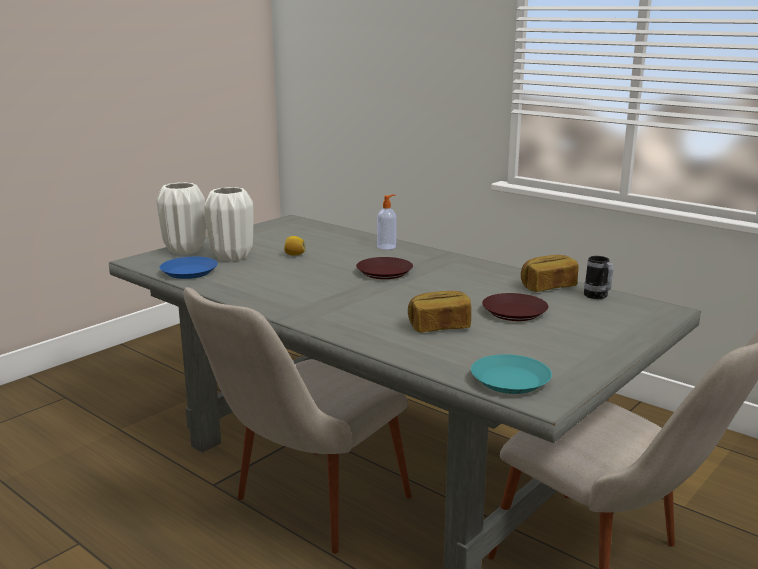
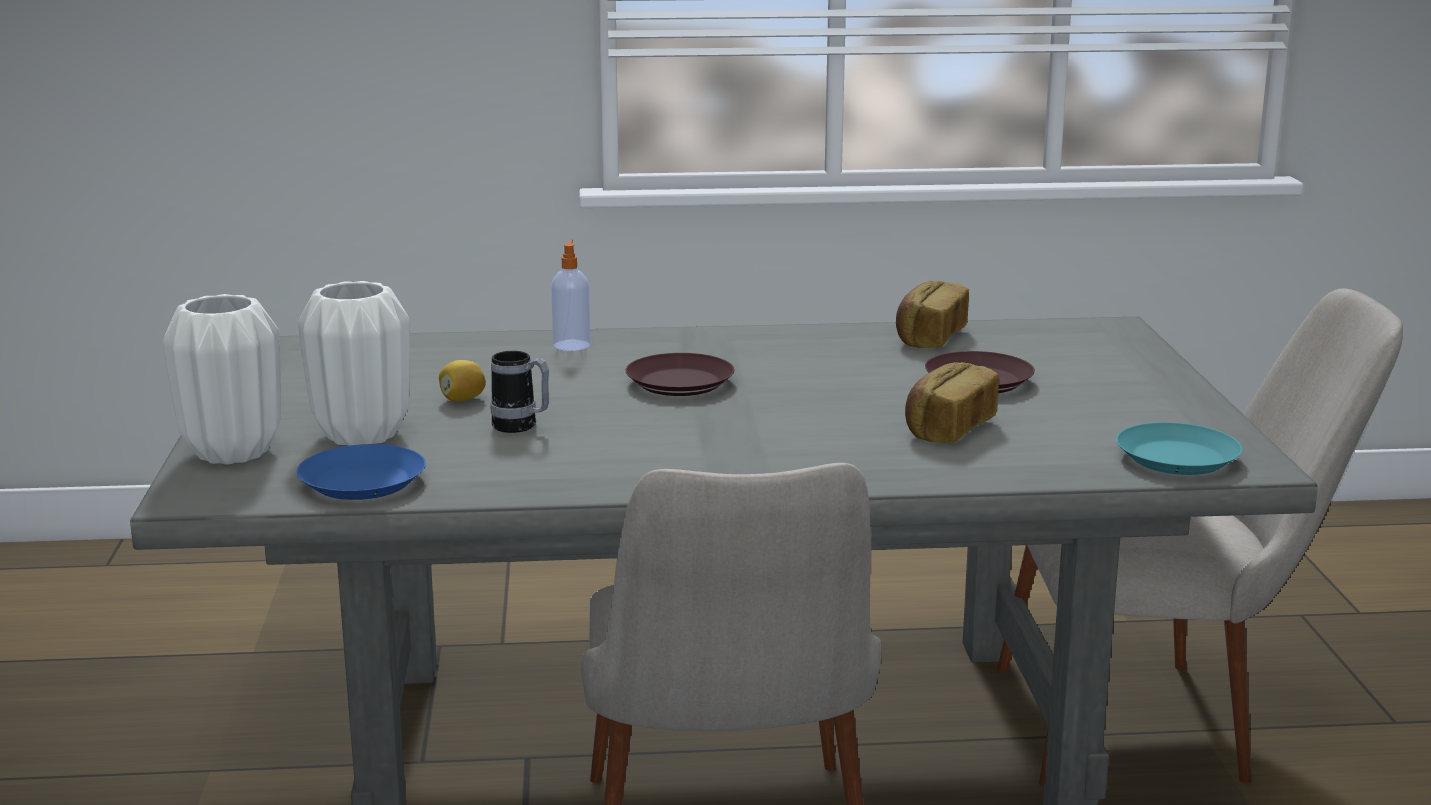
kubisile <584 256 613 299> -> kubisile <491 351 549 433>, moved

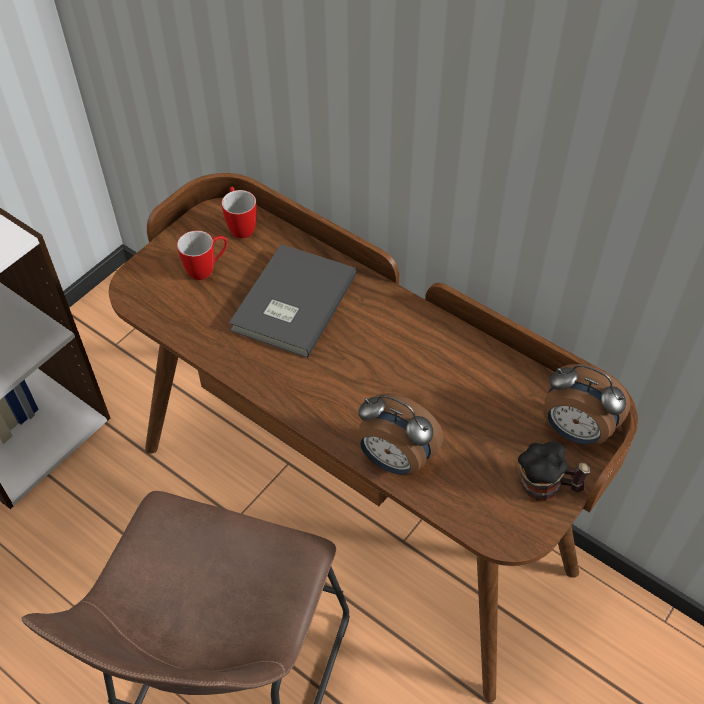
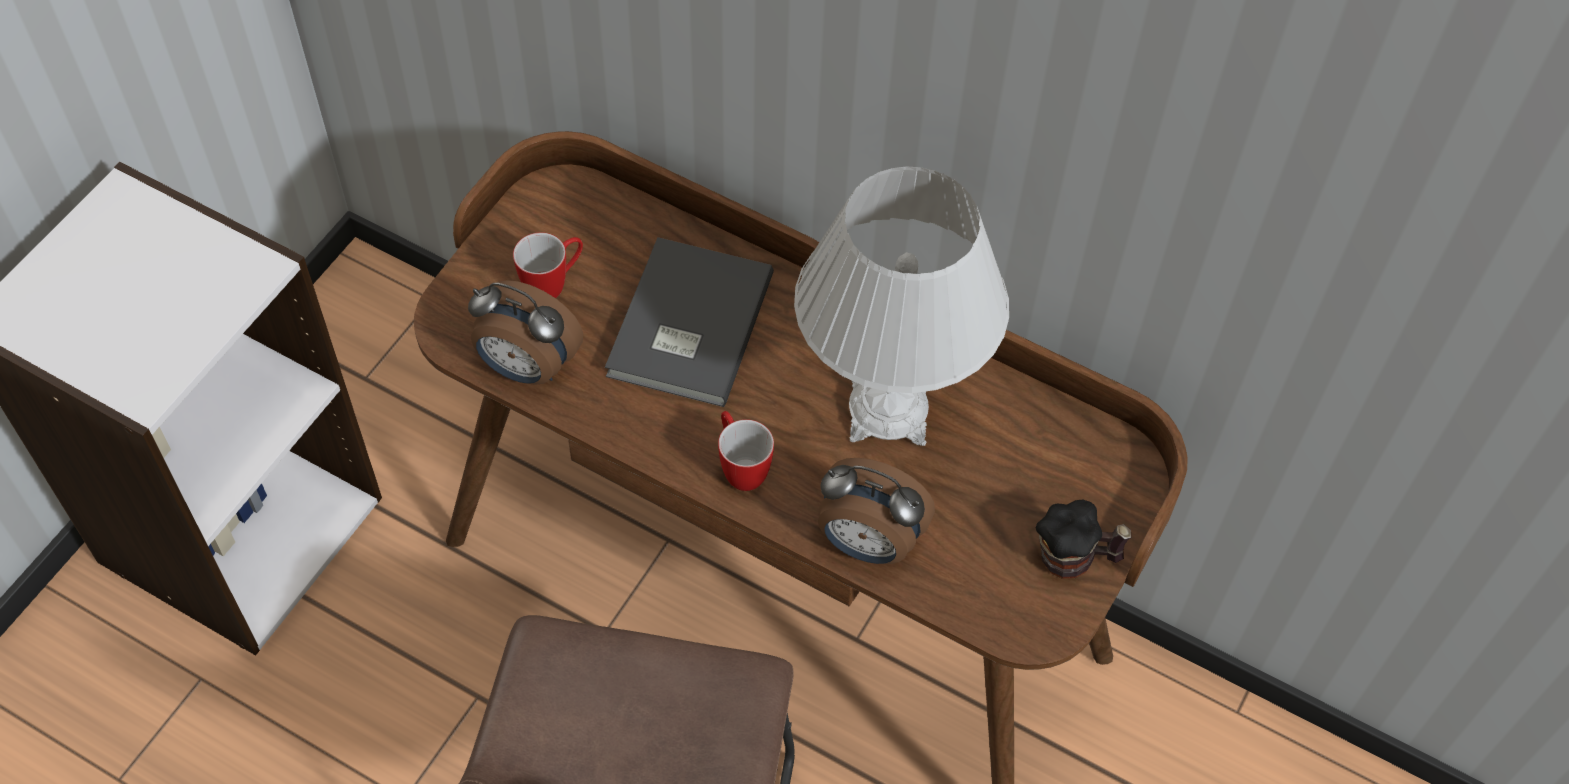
none -> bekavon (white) <794 166 1009 446>
kubisile <221 187 257 238> -> kubisile <718 411 774 491>, moved
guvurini <543 364 631 445> -> guvurini <468 280 583 385>, moved

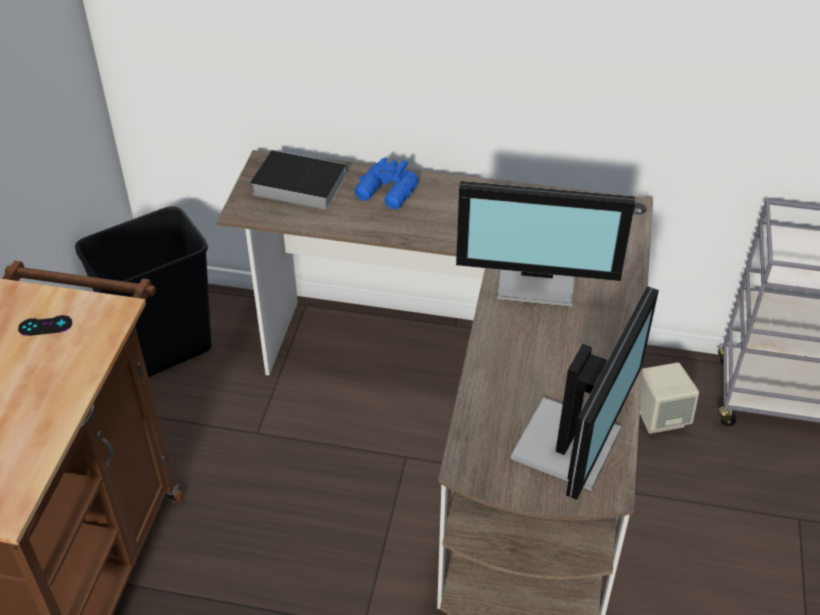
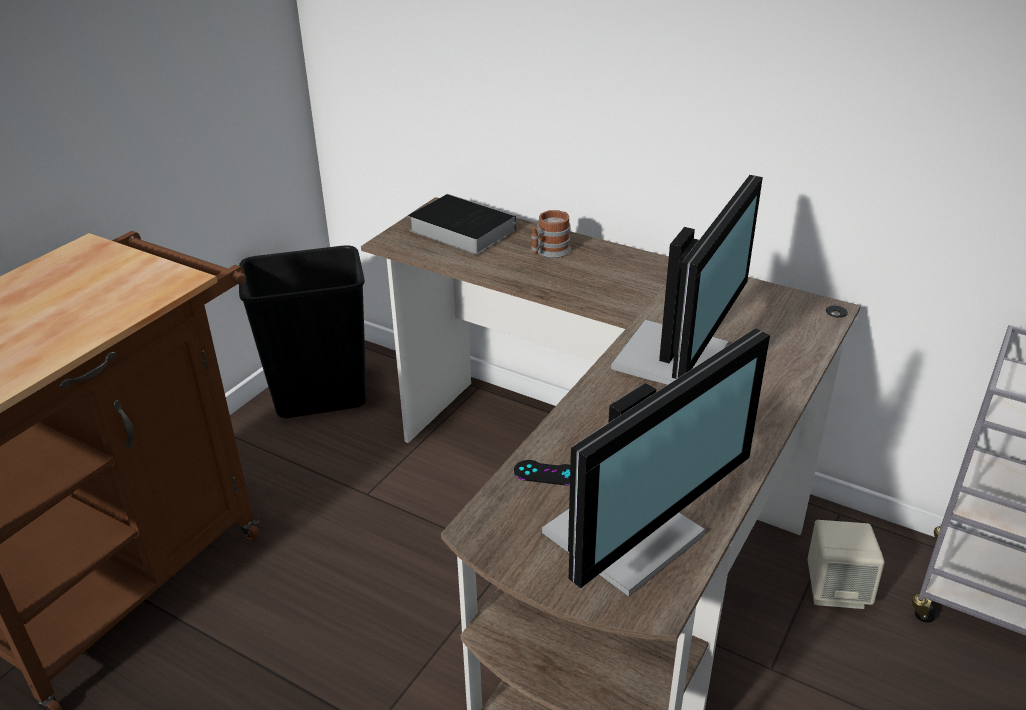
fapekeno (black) <18 315 72 336> -> fapekeno (black) <514 460 570 485>, moved
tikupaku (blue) <355 157 419 210> -> kubisile <531 210 571 258>
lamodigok <456 181 635 307> -> lamodigok <611 175 763 385>, 90 degrees counterclockwise

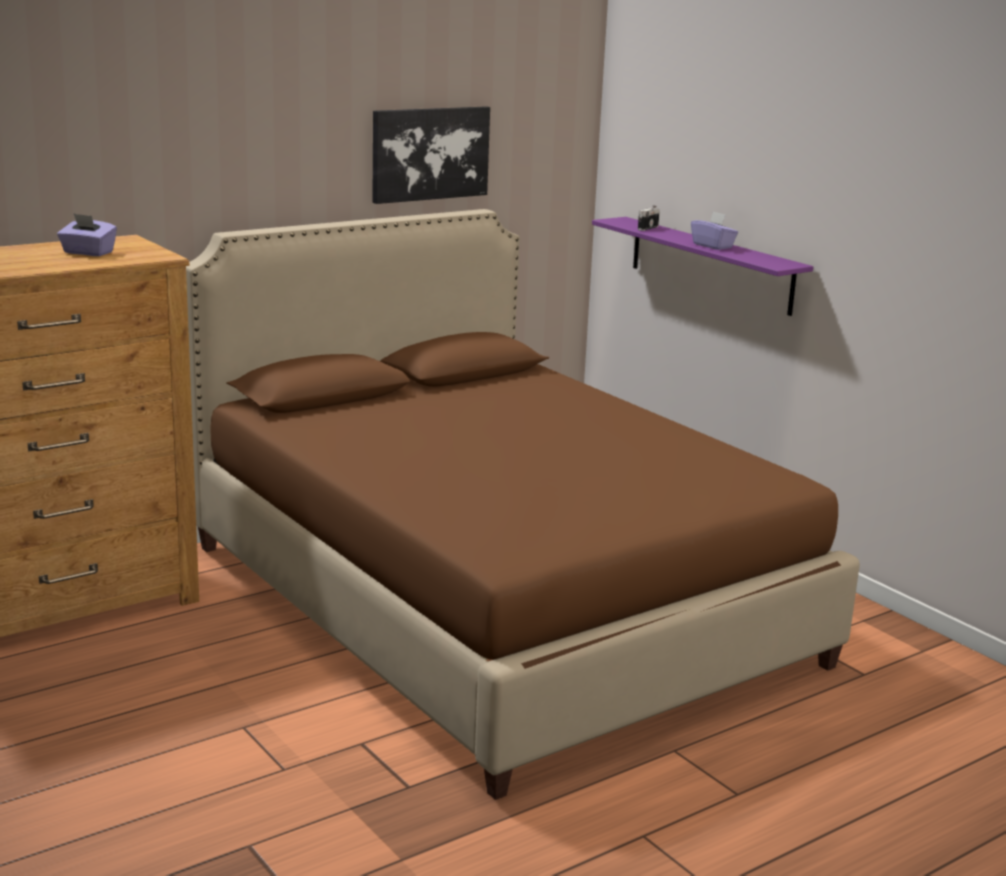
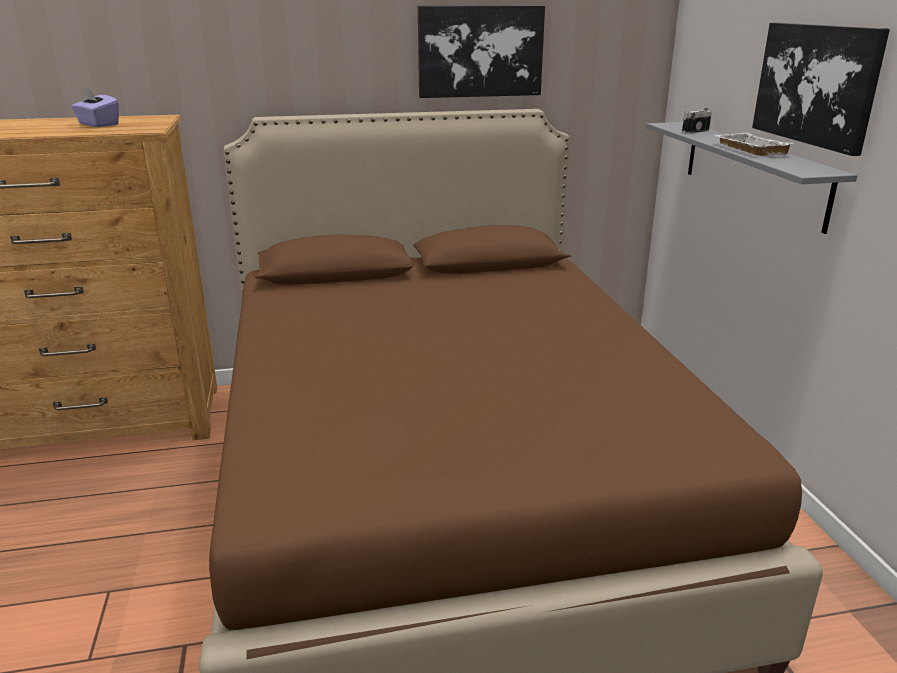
none -> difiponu <752 23 890 156>
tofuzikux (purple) <691 211 738 250> -> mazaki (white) <715 133 792 156>
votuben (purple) <592 217 813 316> -> votuben (grey) <646 122 857 234>

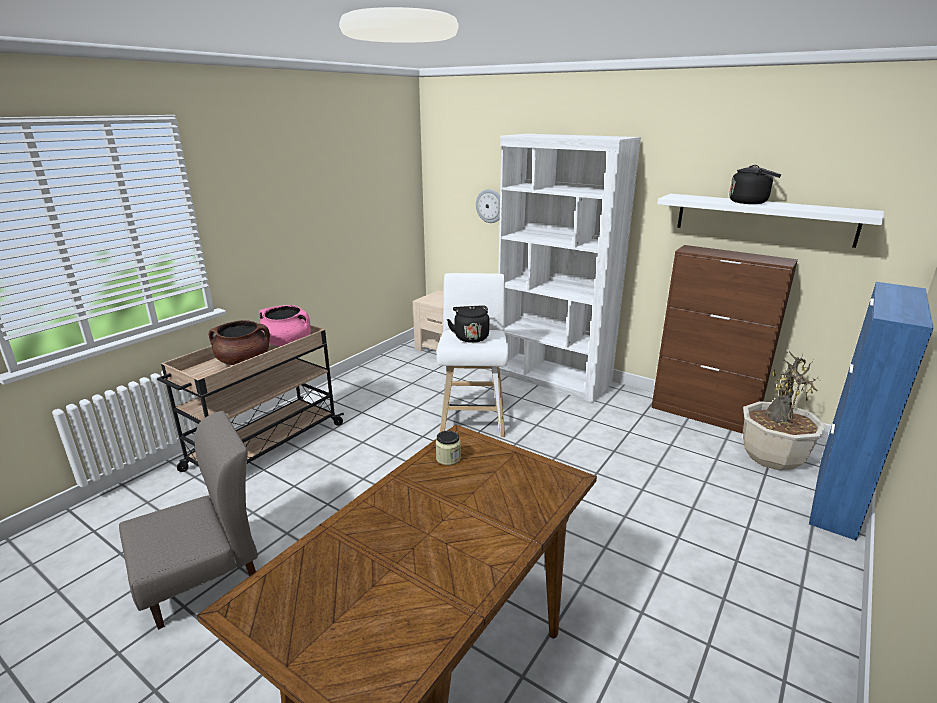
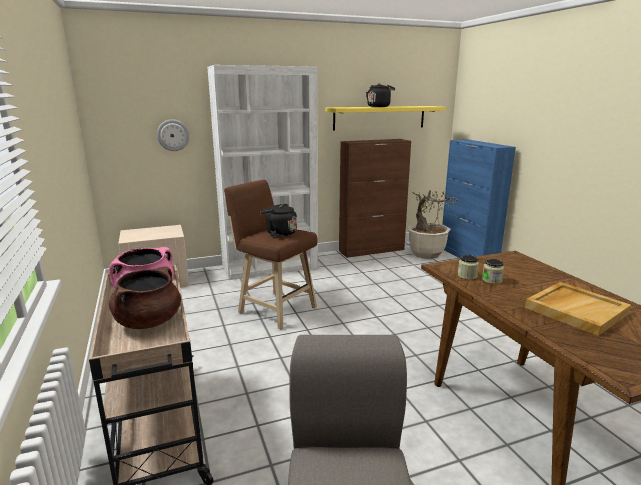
none -> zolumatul <482 259 504 284>
none -> mazaki (beige) <525 282 631 336>
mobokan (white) <437 273 509 437> -> mobokan (brown) <224 180 317 330>
votuben (white) <657 194 884 248> -> votuben (yellow) <325 106 445 130>

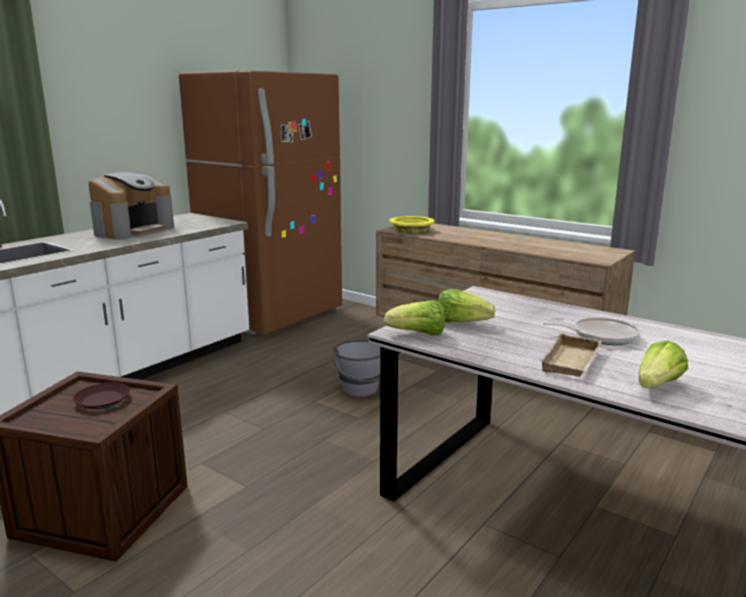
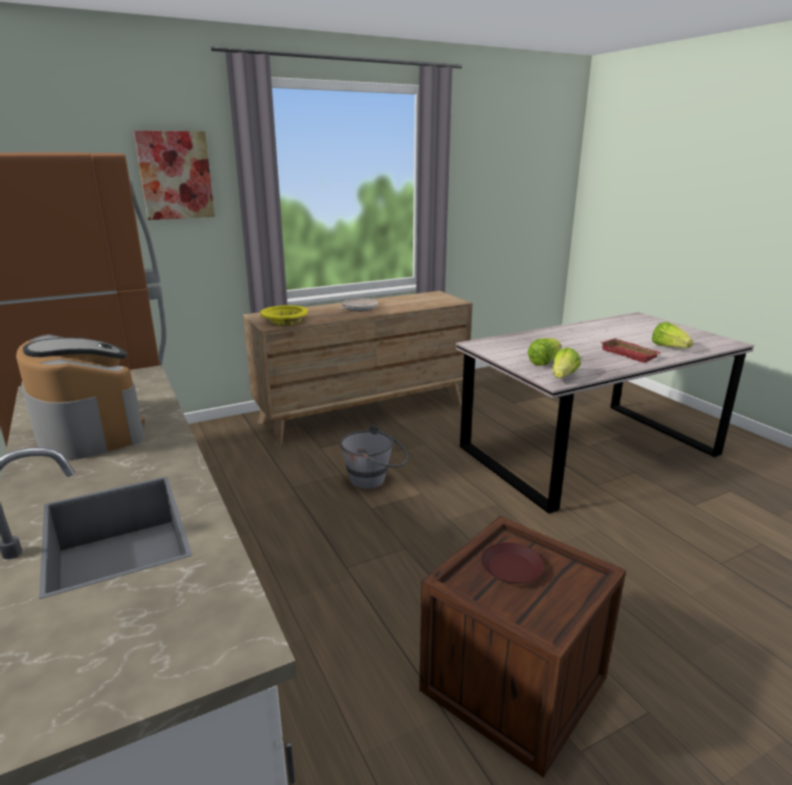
none -> difiponu <134 131 215 220>
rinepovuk <542 317 641 345> -> rinepovuk <338 298 378 311>, moved
mazaki (beige) <540 332 602 377> -> mazaki (red) <600 338 661 363>

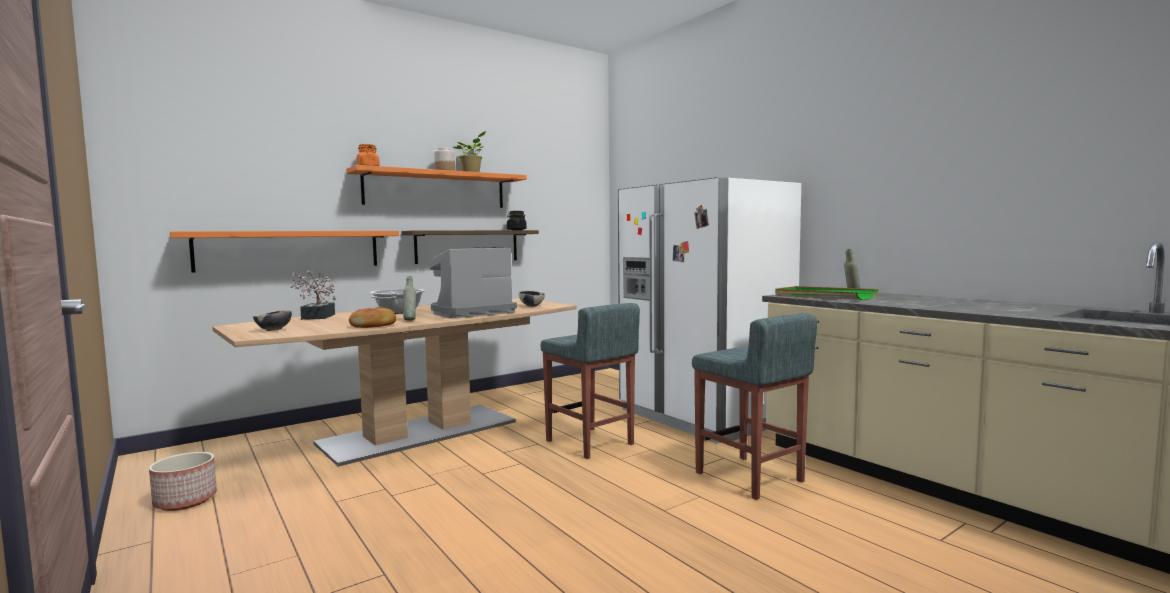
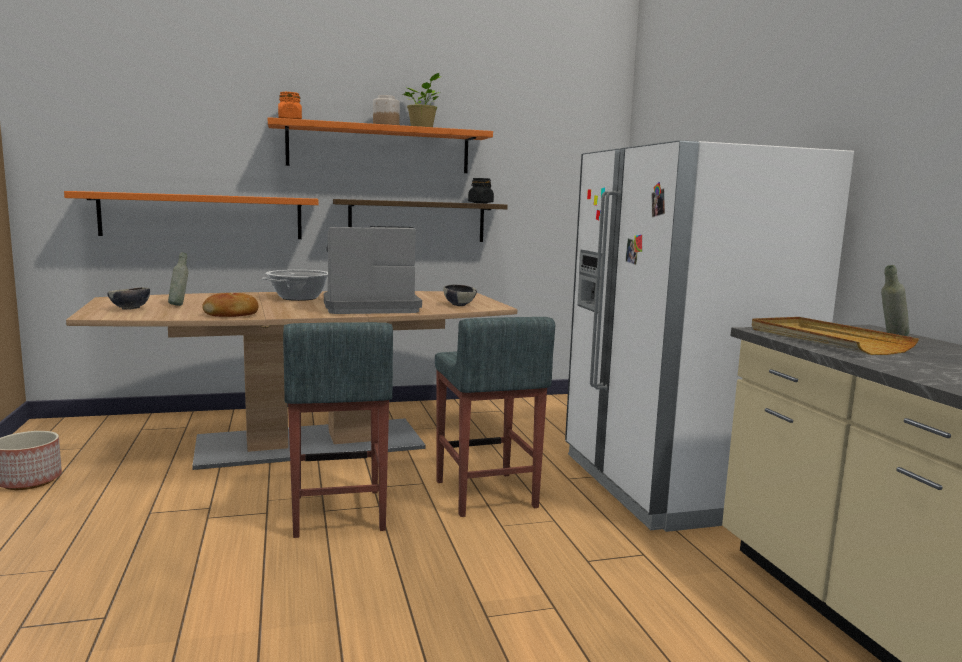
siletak <290 270 336 320> -> none
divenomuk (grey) <403 276 416 321> -> divenomuk (grey) <168 252 189 306>, moved
mobokan (grey) <692 313 817 500> -> mobokan (grey) <283 322 393 538>, moved
mazaki (green) <775 286 878 300> -> mazaki (beige) <752 317 919 355>

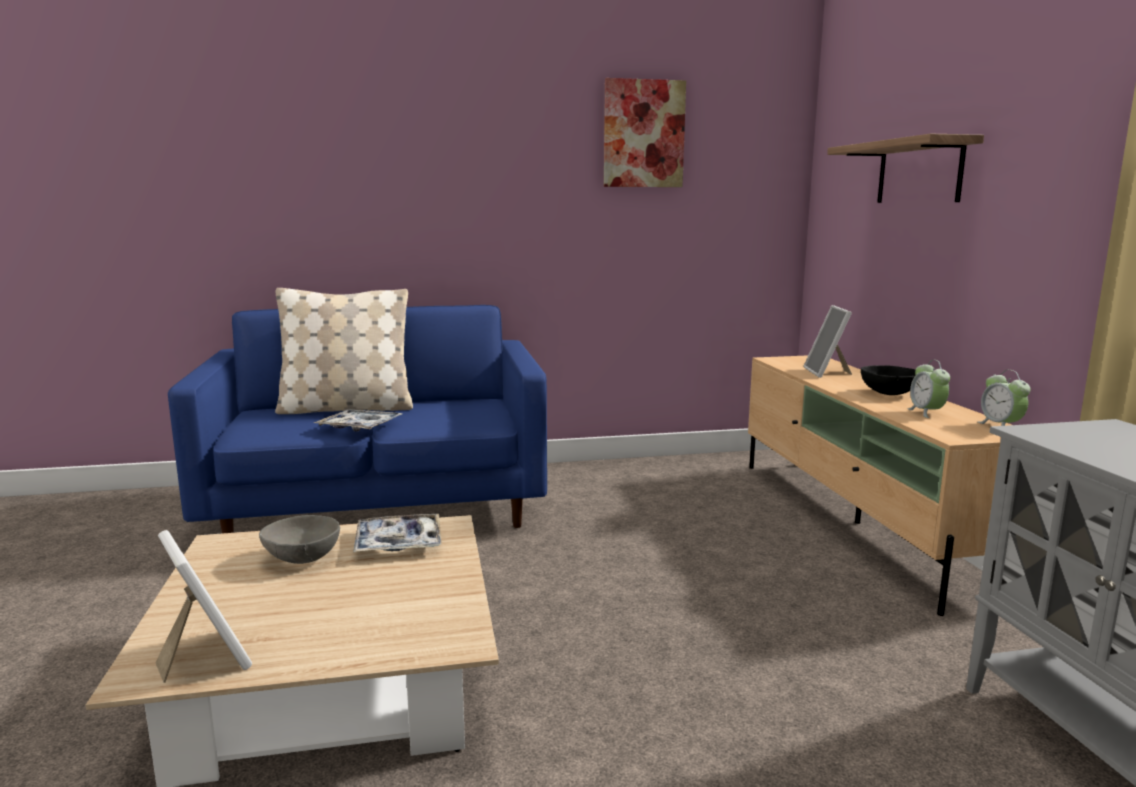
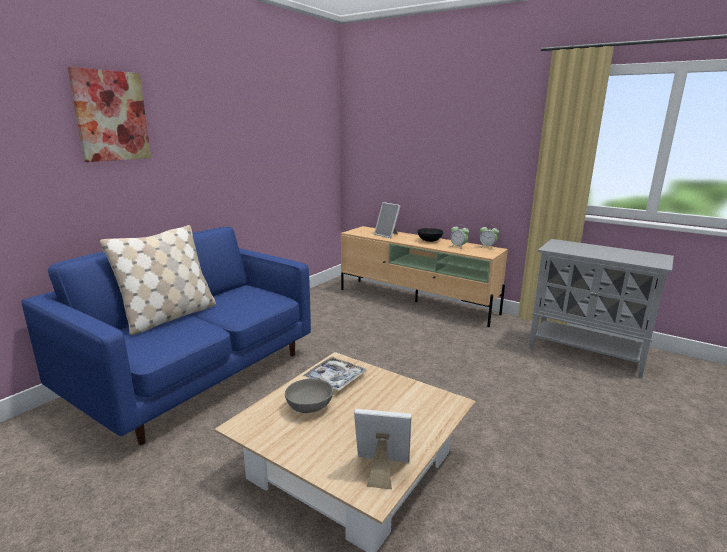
mazaki <314 409 402 432> -> none
votuben <827 134 984 203> -> none
difiponu <604 78 686 187> -> difiponu <67 67 151 162>, moved

